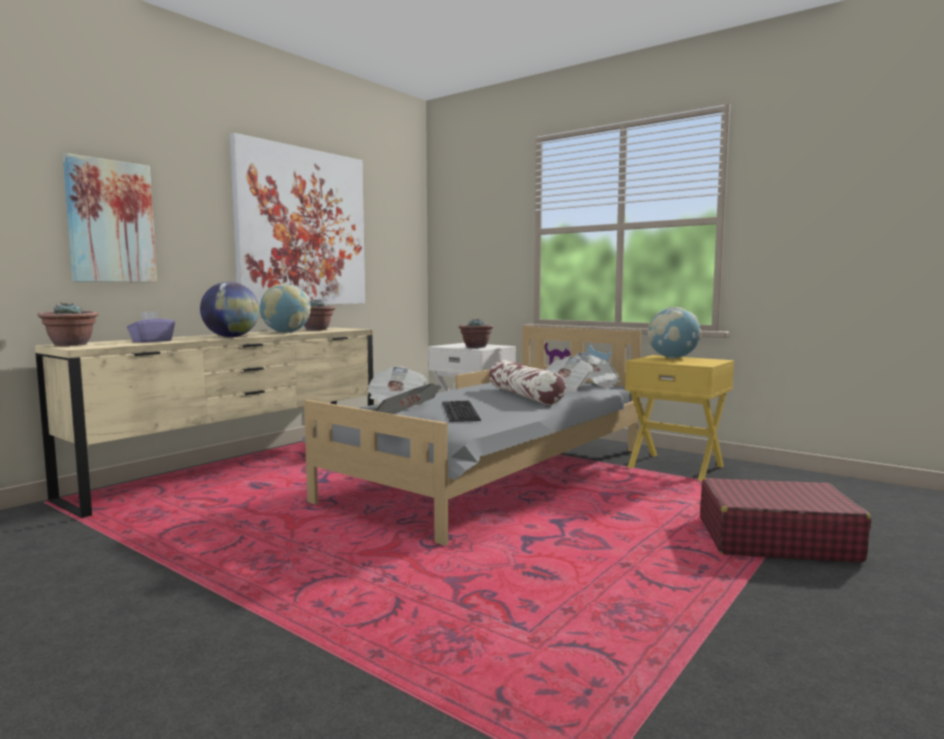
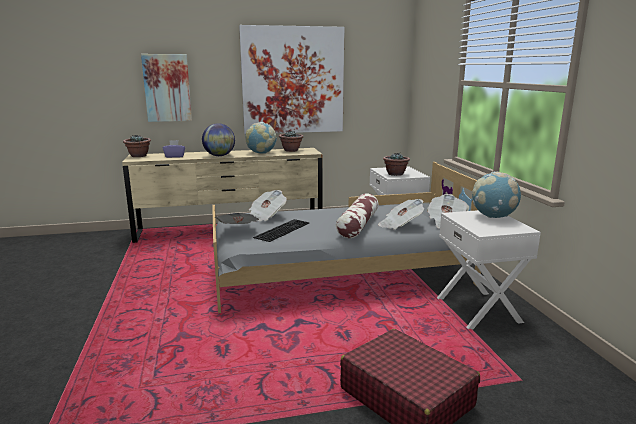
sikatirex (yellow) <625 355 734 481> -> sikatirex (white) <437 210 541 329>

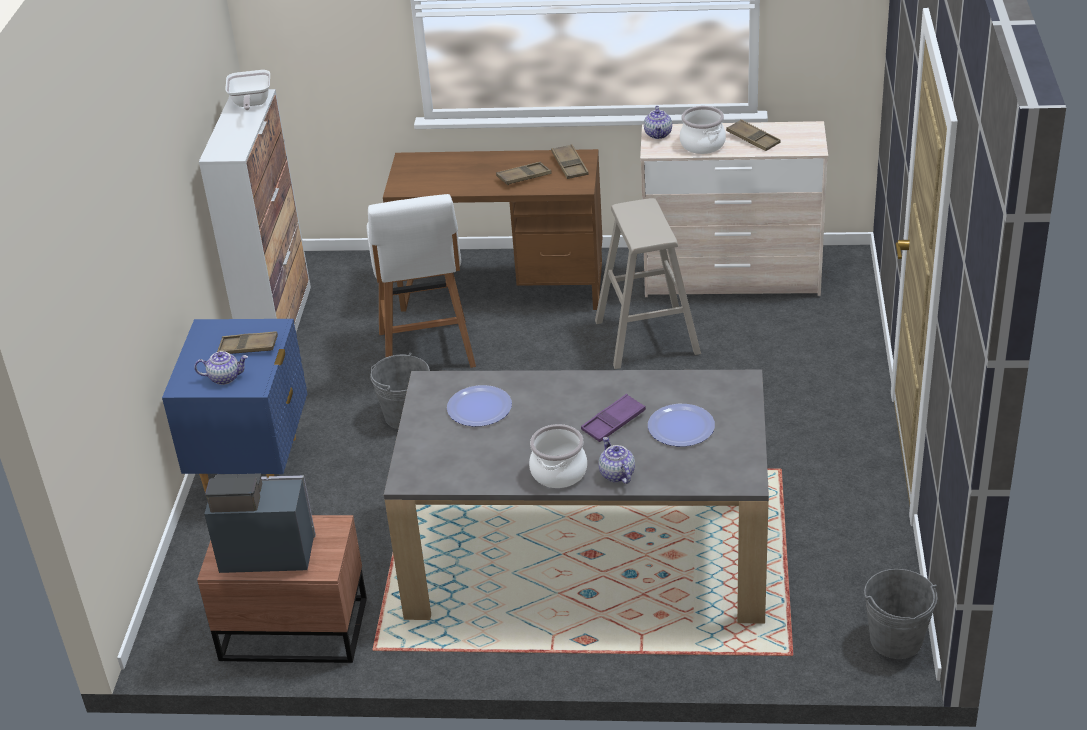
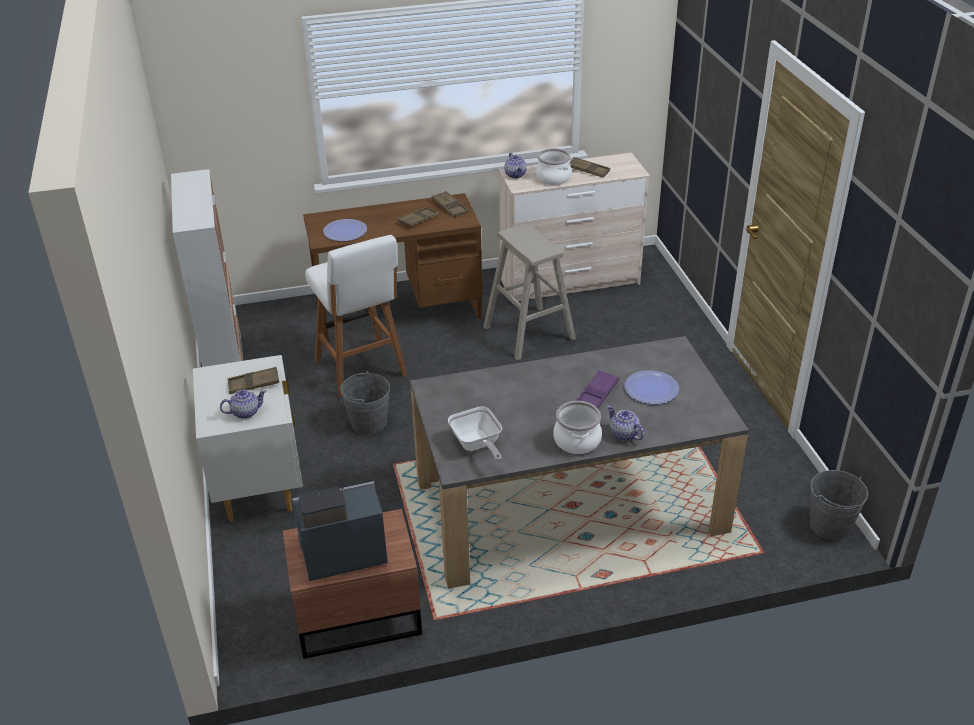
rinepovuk <225 70 270 110> -> rinepovuk <448 406 502 461>, moved
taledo <447 385 512 426> -> taledo <323 219 367 241>, moved
sikatirex (blue) <162 319 307 497> -> sikatirex (white) <193 355 303 522>

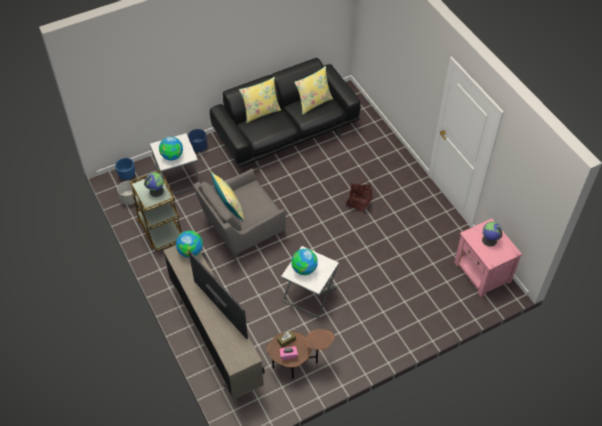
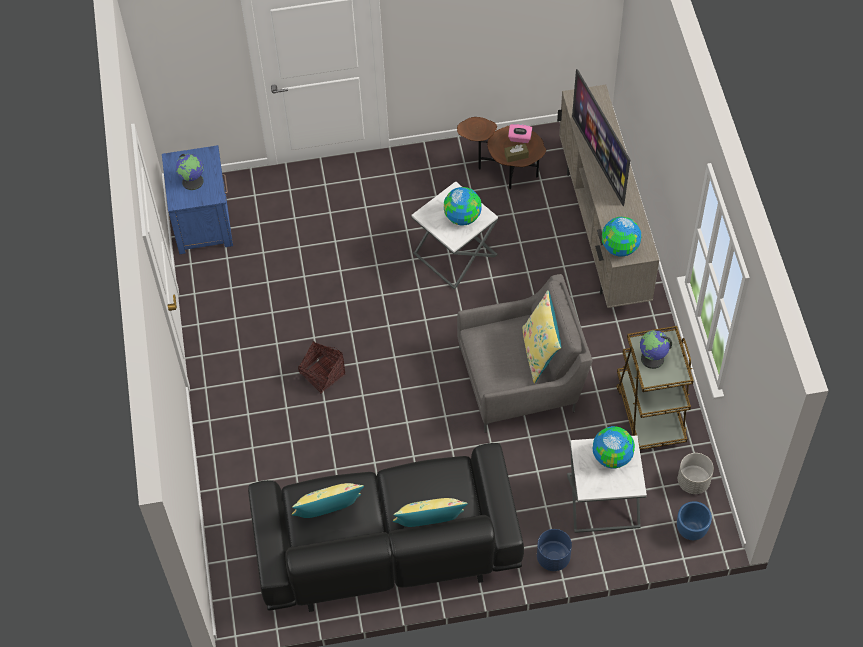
sikatirex (pink) <454 218 522 297> -> sikatirex (blue) <162 145 233 254>

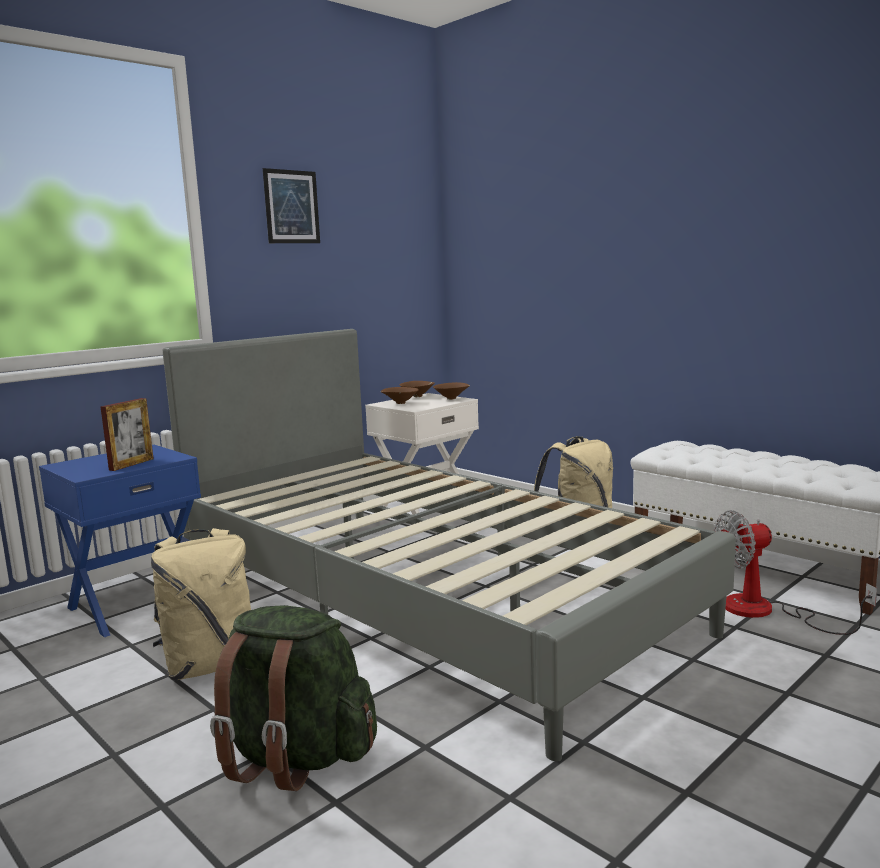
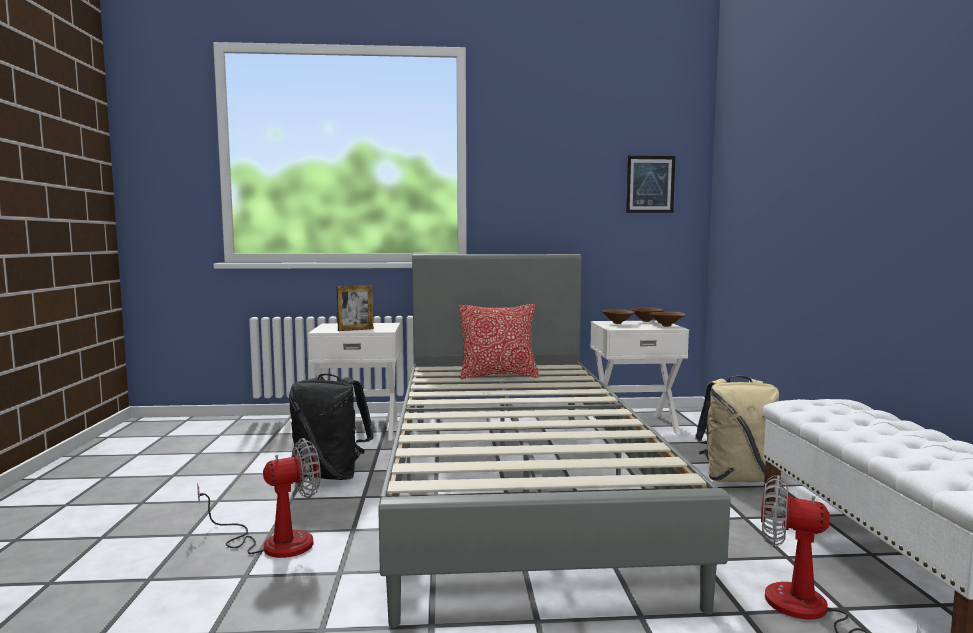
none -> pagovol <459 304 539 379>
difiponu <263 168 320 243> -> difiponu <626 156 675 213>, moved
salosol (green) <210 605 377 791> -> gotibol <197 438 321 558>
sikatirex (blue) <39 445 201 637> -> sikatirex (white) <308 323 401 441>
salosol (beige) <151 528 251 680> -> salosol (black) <289 374 374 480>

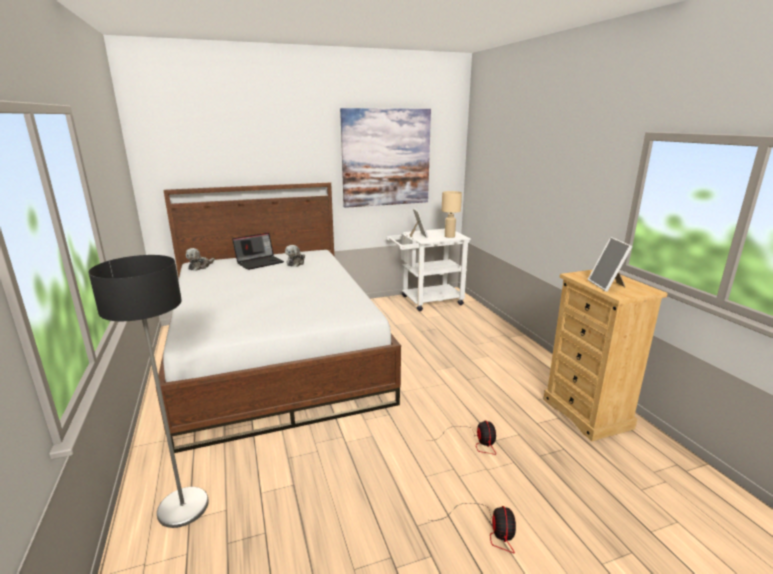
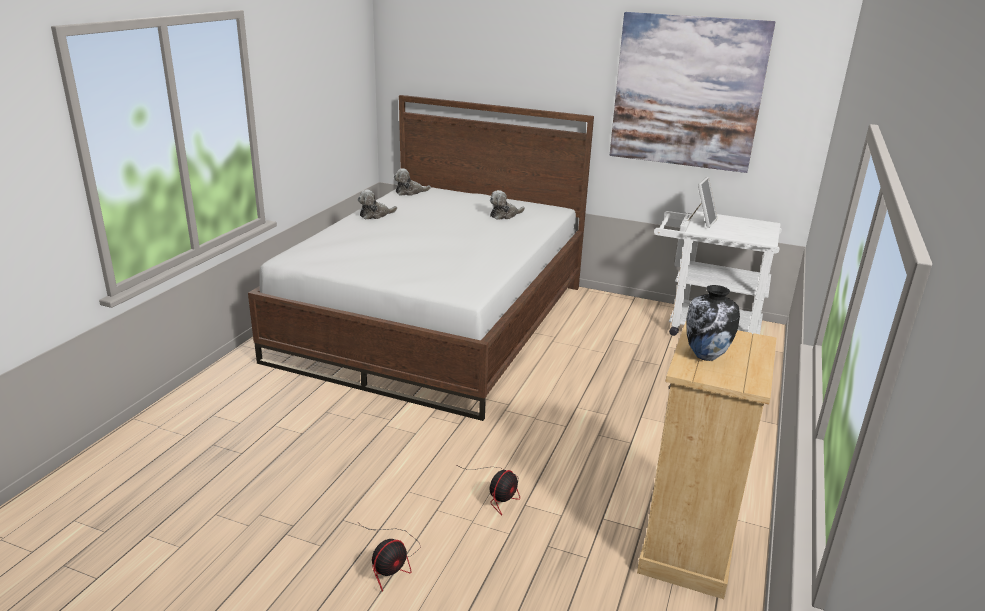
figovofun <88 255 209 528> -> none
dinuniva <232 233 284 270> -> none
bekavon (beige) <441 191 462 238> -> none
none -> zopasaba <358 189 397 219>
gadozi <588 237 633 292> -> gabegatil <686 285 740 361>

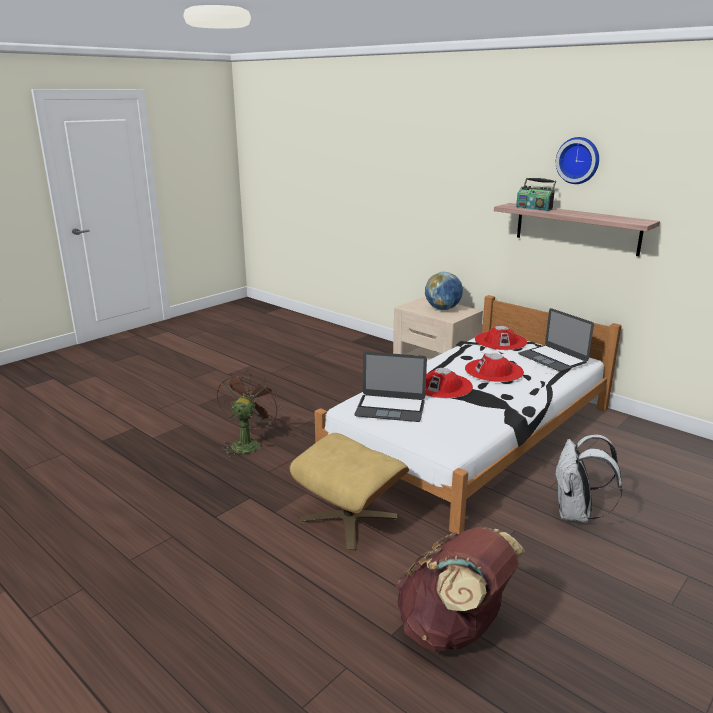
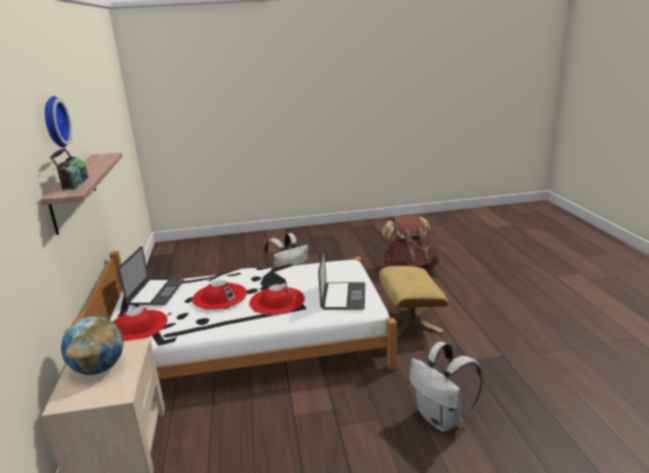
gotibol (brown) <217 370 280 457> -> salosol (white) <409 342 483 432>
dinuniva <355 352 427 422> -> dinuniva <318 248 365 310>, 45 degrees clockwise

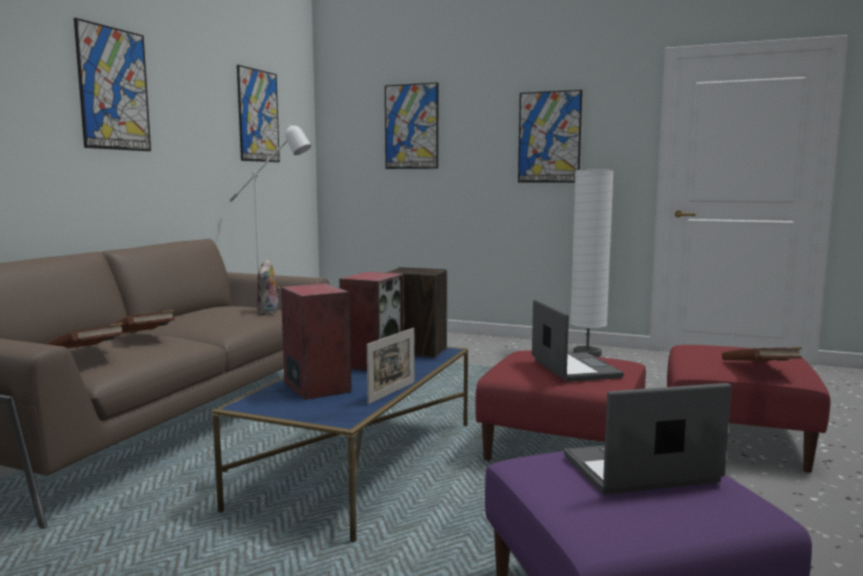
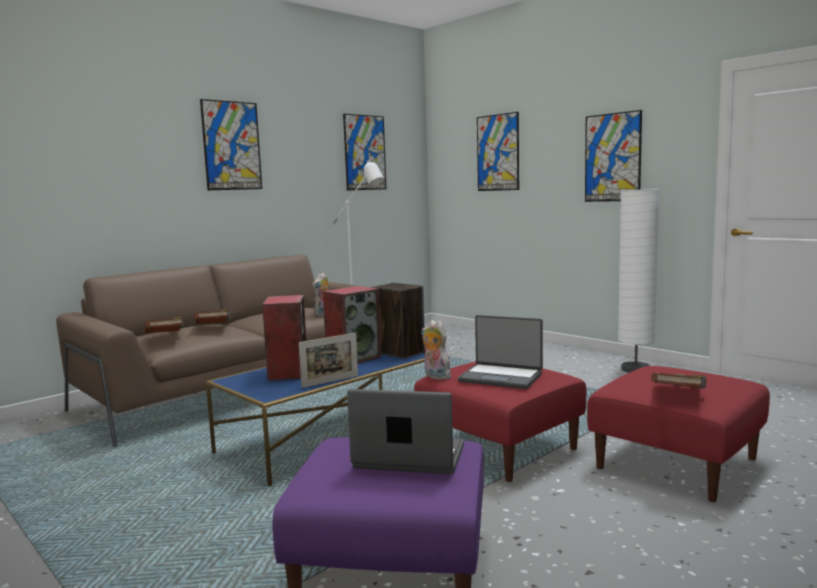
none -> zopasaba <421 320 451 380>
dinuniva <532 300 624 382> -> dinuniva <458 315 543 389>, 105 degrees clockwise

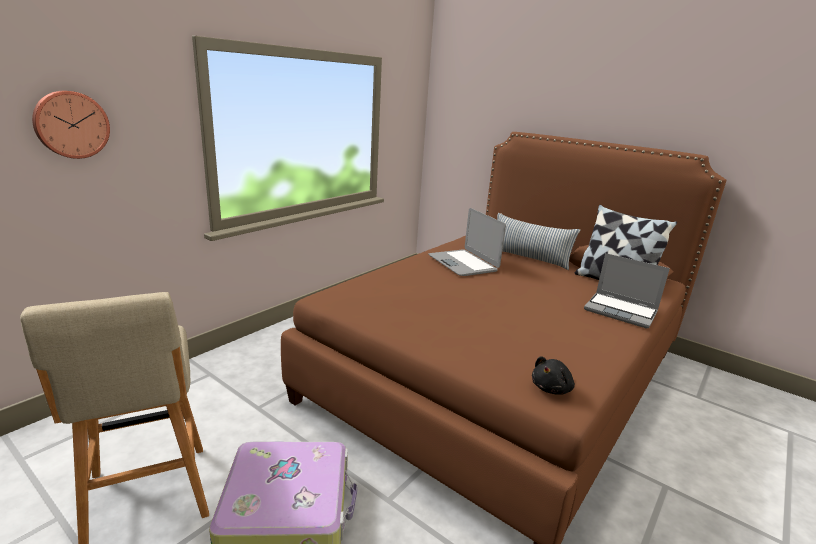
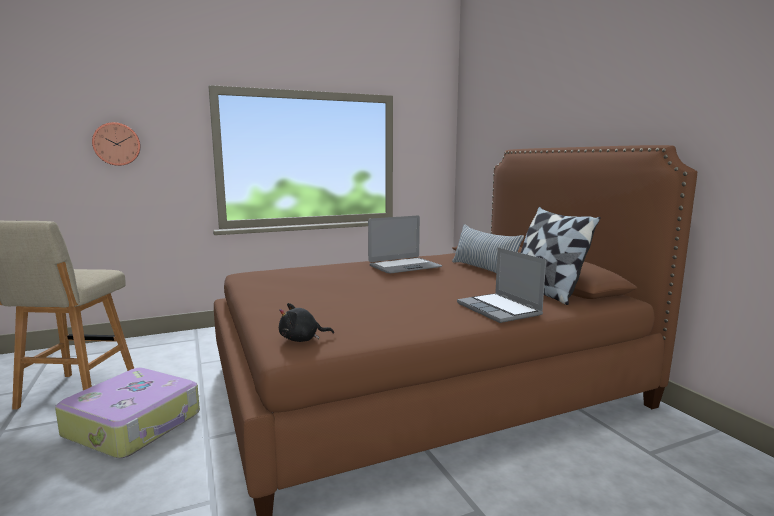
dinuniva <428 208 506 276> -> dinuniva <368 216 442 273>, 120 degrees counterclockwise

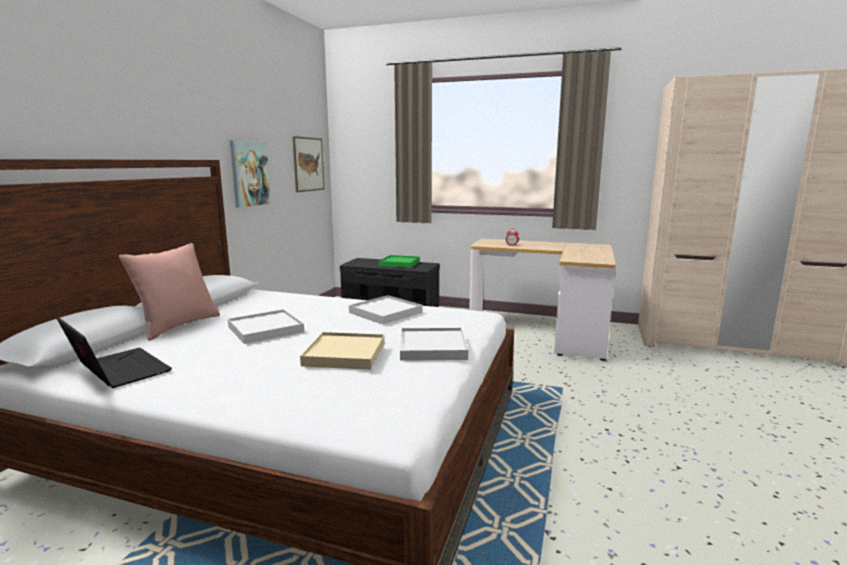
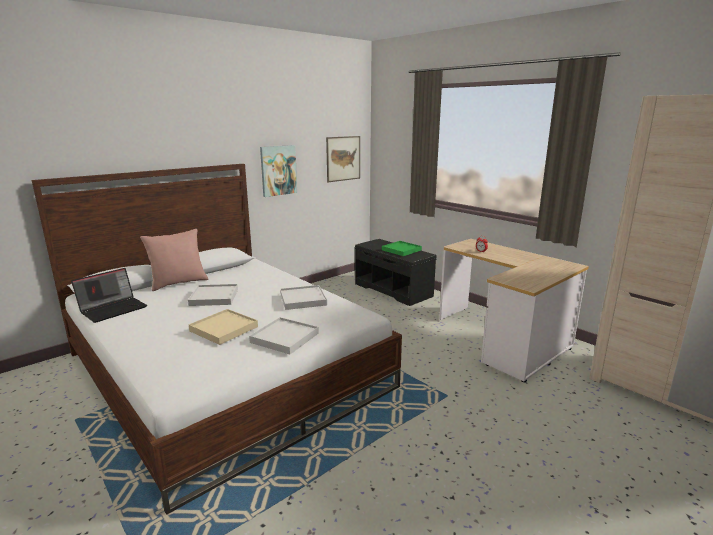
dinuniva <56 316 172 388> -> dinuniva <71 268 147 323>, 60 degrees clockwise

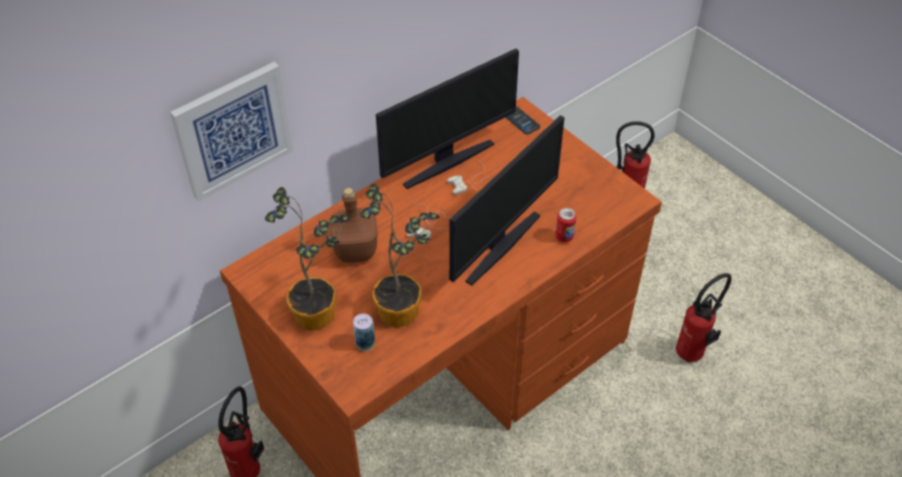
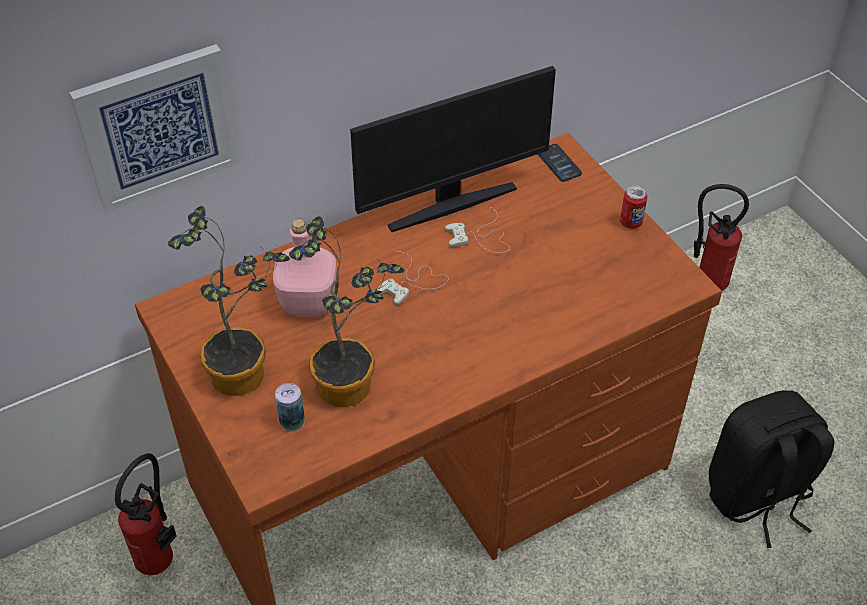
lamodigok <449 115 565 285> -> none
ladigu <555 208 576 242> -> ladigu <620 185 647 229>, moved
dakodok <676 273 732 362> -> salosol (black) <709 390 834 548>
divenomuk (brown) <329 188 378 263> -> divenomuk (pink) <273 219 337 317>

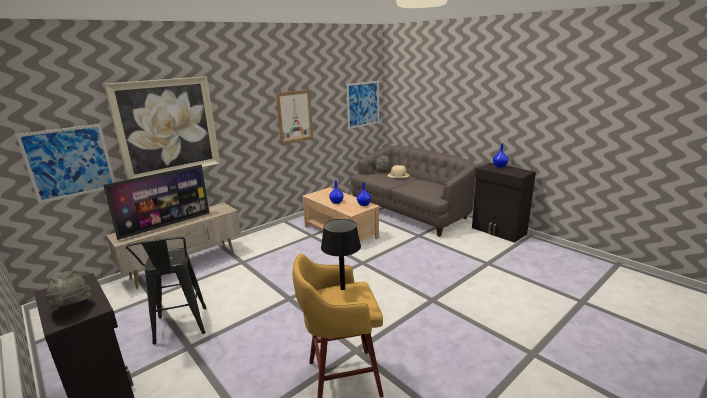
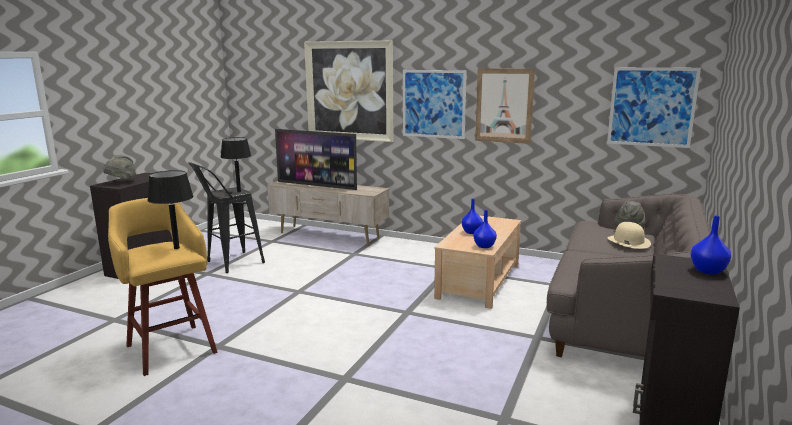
none -> bekavon (black) <221 137 251 193>
difiponu <16 124 115 204> -> difiponu <403 70 467 139>, moved

